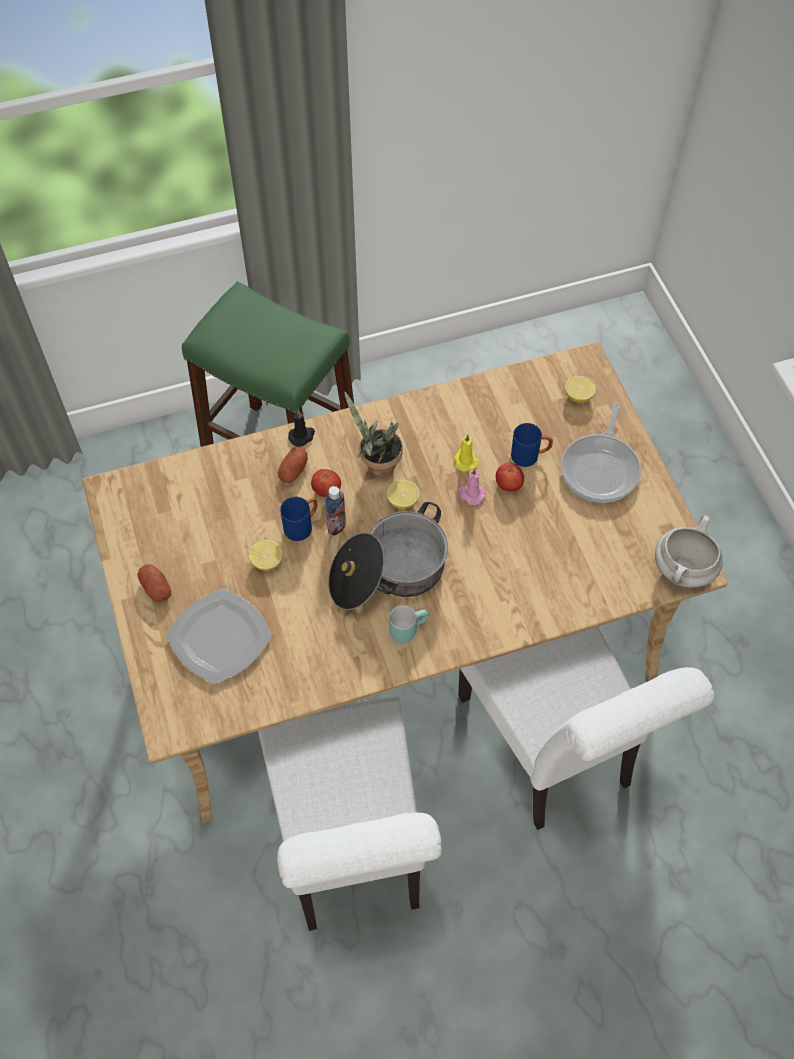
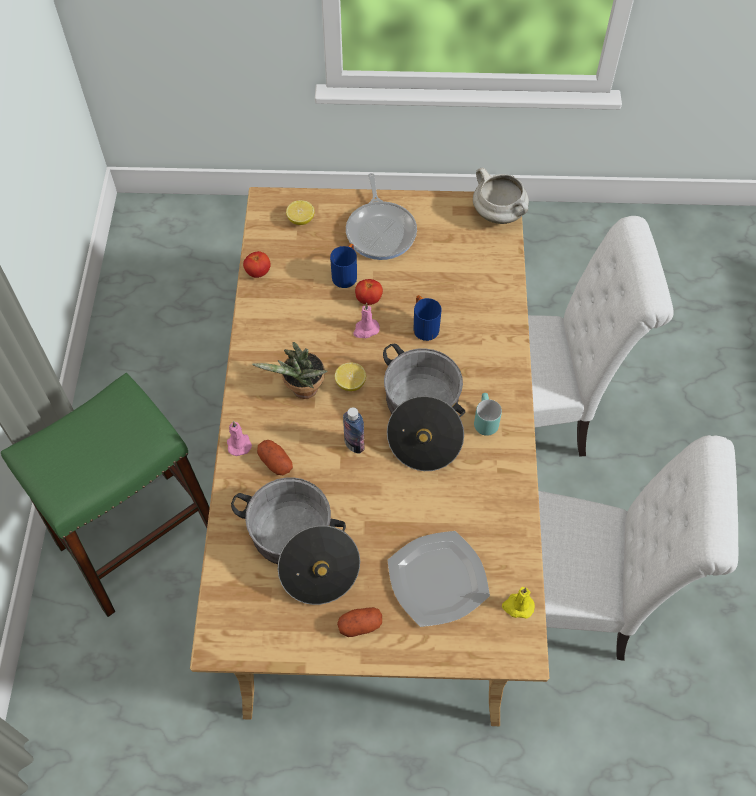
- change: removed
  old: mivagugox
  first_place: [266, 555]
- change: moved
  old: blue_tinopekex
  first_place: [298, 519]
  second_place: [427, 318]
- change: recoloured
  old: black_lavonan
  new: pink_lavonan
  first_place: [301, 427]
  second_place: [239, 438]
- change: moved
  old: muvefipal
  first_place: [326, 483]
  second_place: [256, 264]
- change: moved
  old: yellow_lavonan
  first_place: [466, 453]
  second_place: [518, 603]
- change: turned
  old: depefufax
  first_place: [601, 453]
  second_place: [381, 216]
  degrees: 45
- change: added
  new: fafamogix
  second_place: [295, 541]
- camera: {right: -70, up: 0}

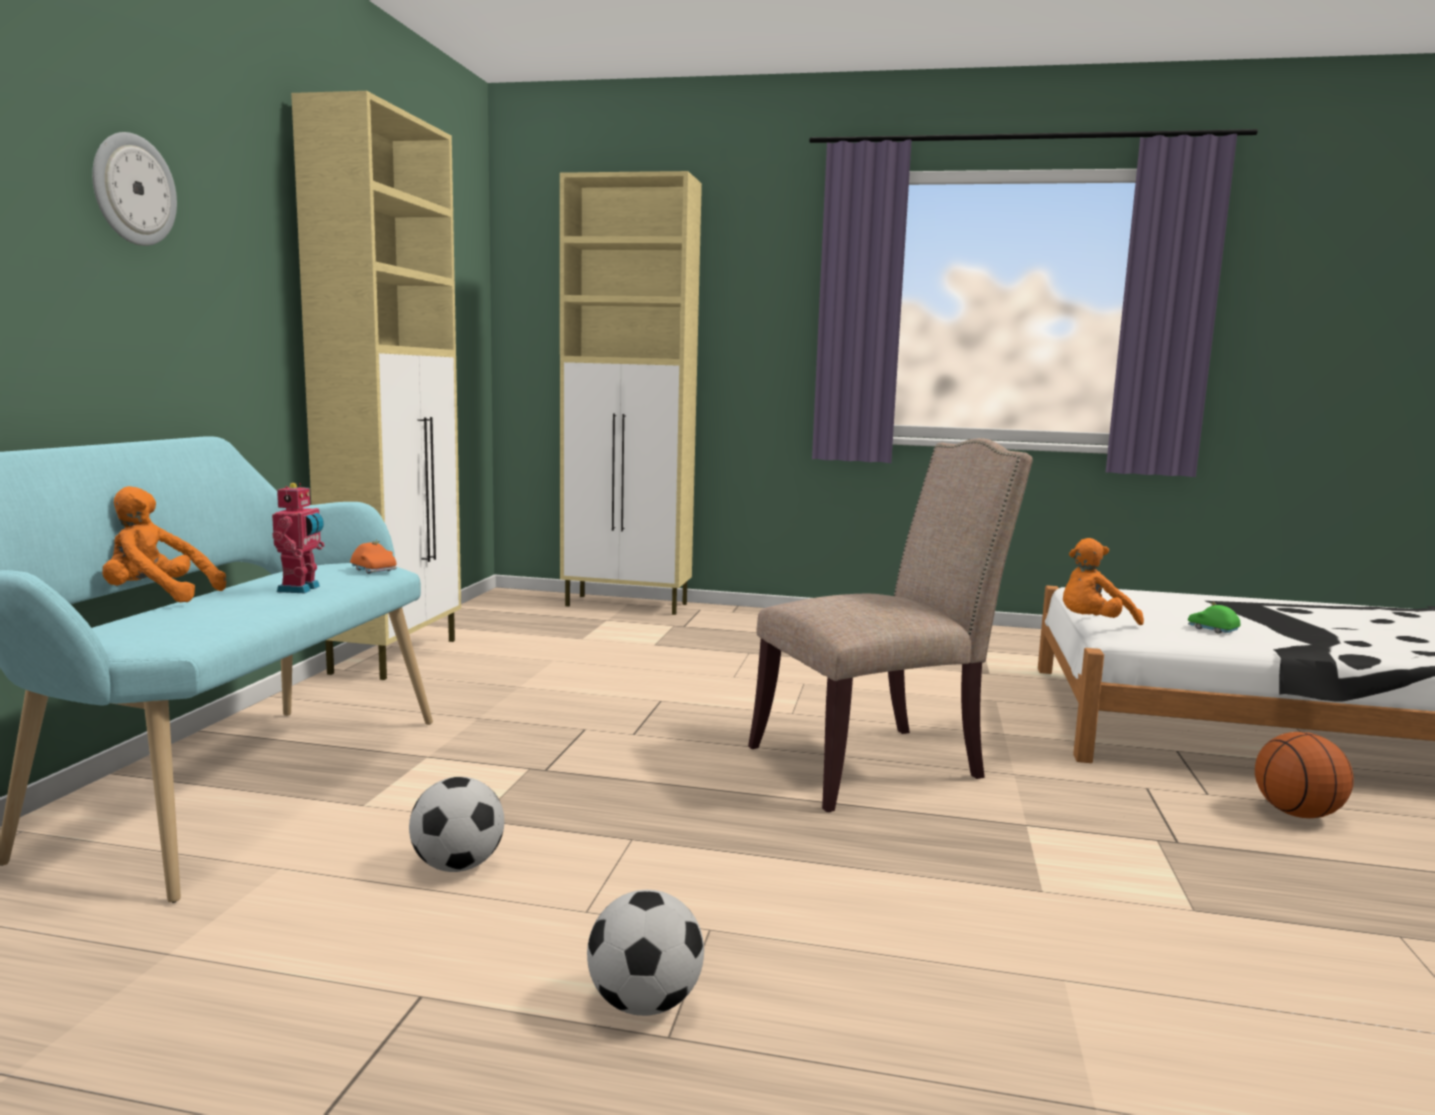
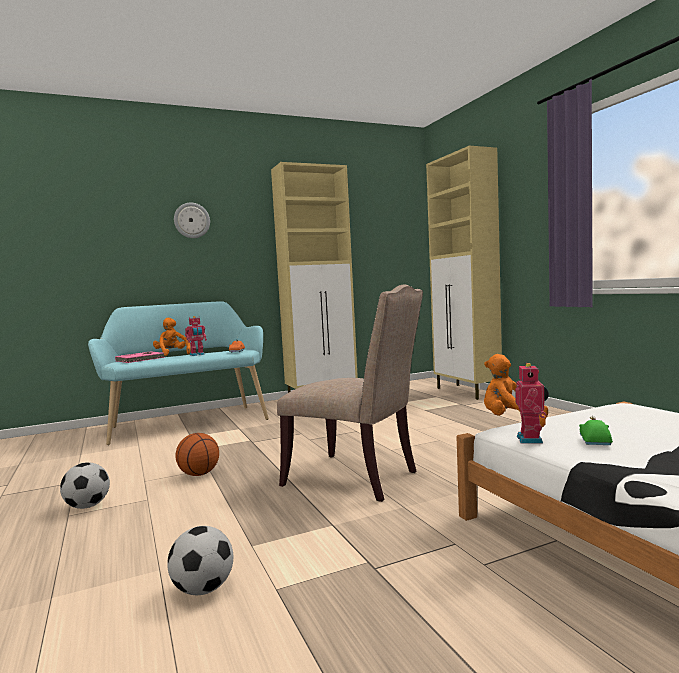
- change: moved
  old: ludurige
  first_place: [456, 824]
  second_place: [200, 560]
- change: moved
  old: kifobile
  first_place: [1304, 775]
  second_place: [197, 454]
- change: added
  new: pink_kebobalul
  second_place: [140, 357]
- change: added
  new: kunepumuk
  second_place: [532, 403]
- camera: {right: 55, up: -5}

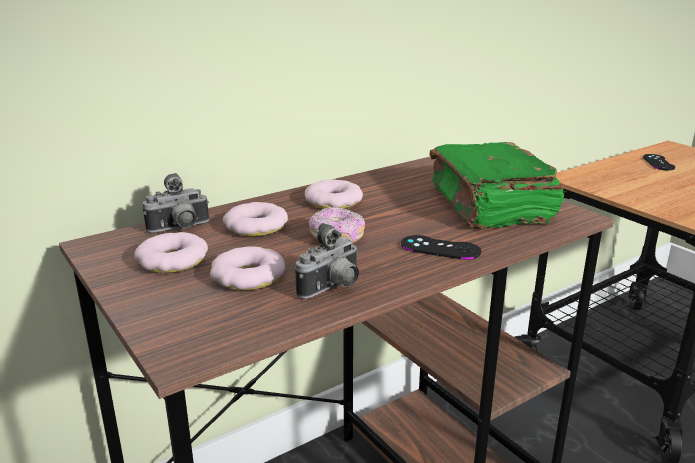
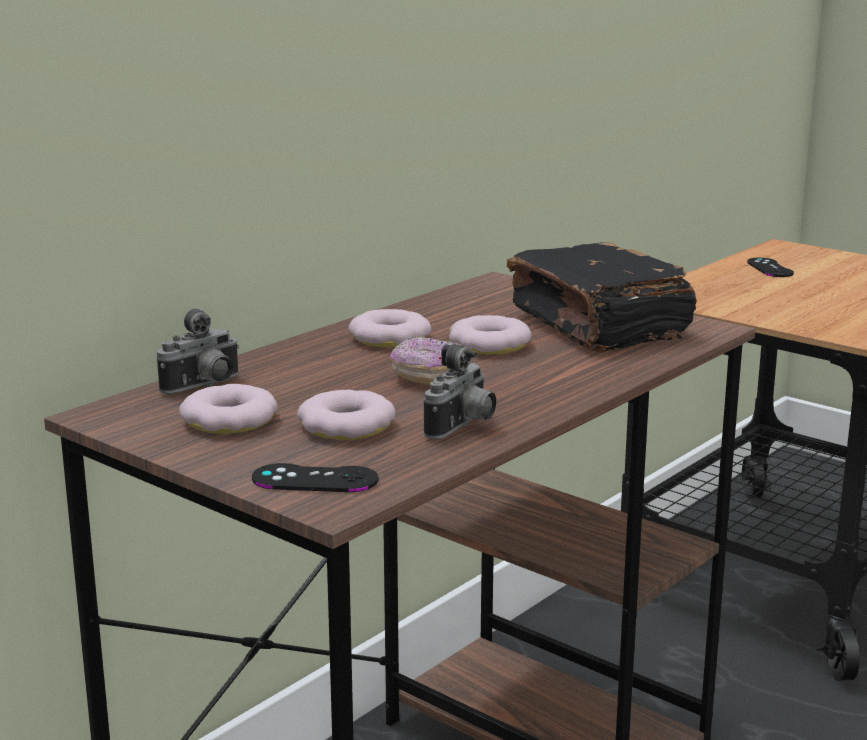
- change: moved
  old: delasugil
  first_place: [255, 219]
  second_place: [490, 334]
- change: moved
  old: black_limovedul
  first_place: [441, 247]
  second_place: [315, 477]
- change: recoloured
  old: green_kebobalul
  new: black_kebobalul
  first_place: [496, 186]
  second_place: [602, 297]
- camera: {right: -15, up: -5}

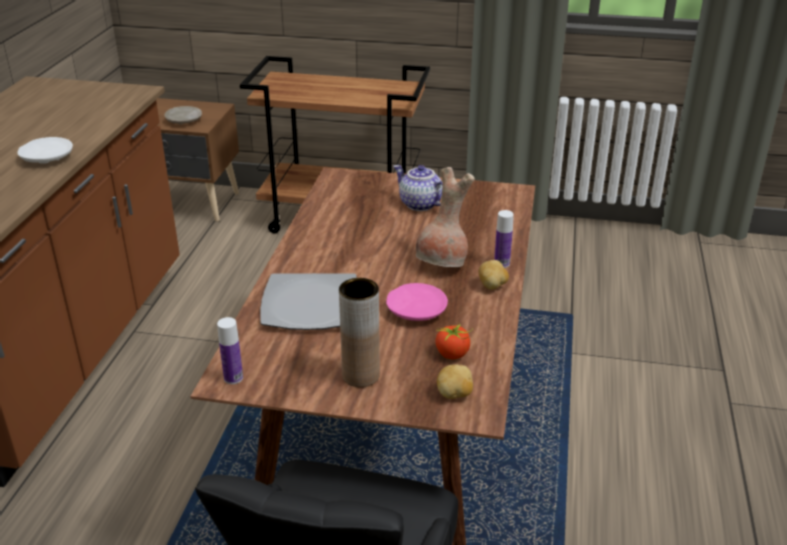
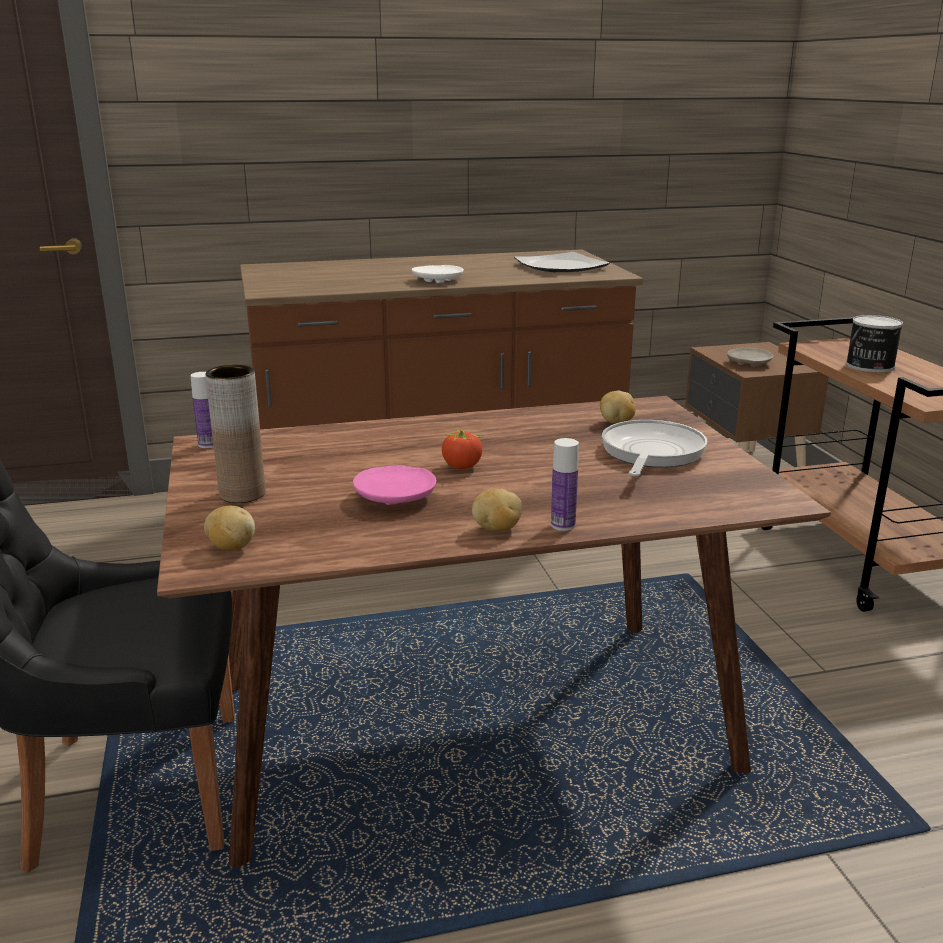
- change: moved
  old: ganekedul
  first_place: [308, 301]
  second_place: [562, 262]
- change: replaced
  old: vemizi
  new: depefufax
  first_place: [418, 188]
  second_place: [654, 448]
- change: removed
  old: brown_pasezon
  first_place: [445, 217]
- change: moved
  old: muvefipal
  first_place: [454, 341]
  second_place: [462, 448]
- change: added
  new: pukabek
  second_place: [617, 406]
- change: added
  new: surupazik
  second_place: [874, 343]
- camera: {right: 65, up: -10}

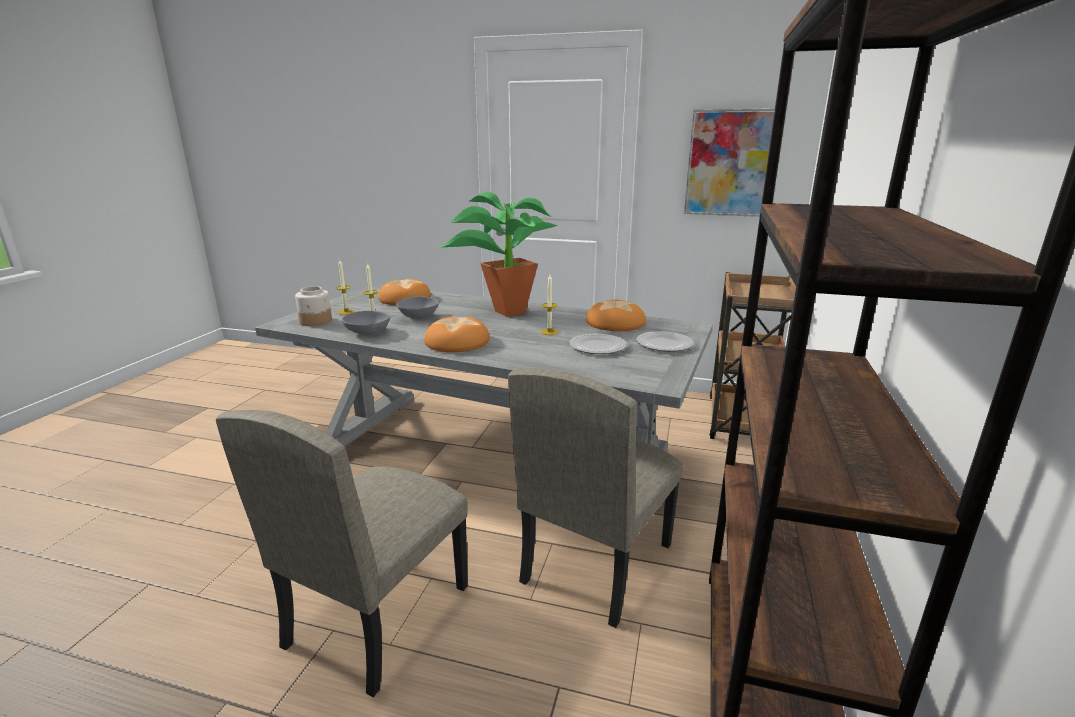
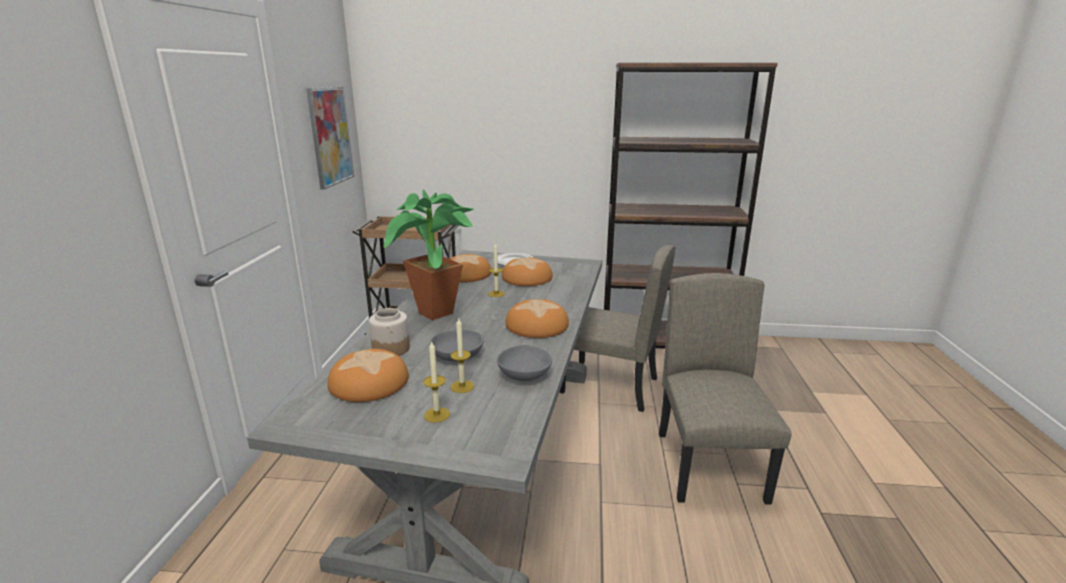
- change: turned
  old: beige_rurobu
  first_place: [342, 553]
  second_place: [725, 389]
  degrees: -105
- change: moved
  old: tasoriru
  first_place: [313, 306]
  second_place: [389, 332]
- change: replaced
  old: ganekedul
  new: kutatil
  first_place: [598, 344]
  second_place: [527, 271]
- camera: {right: -100, up: 0}

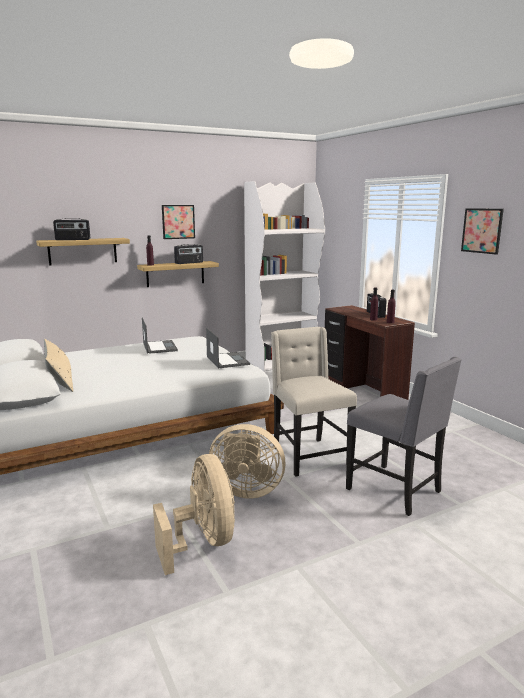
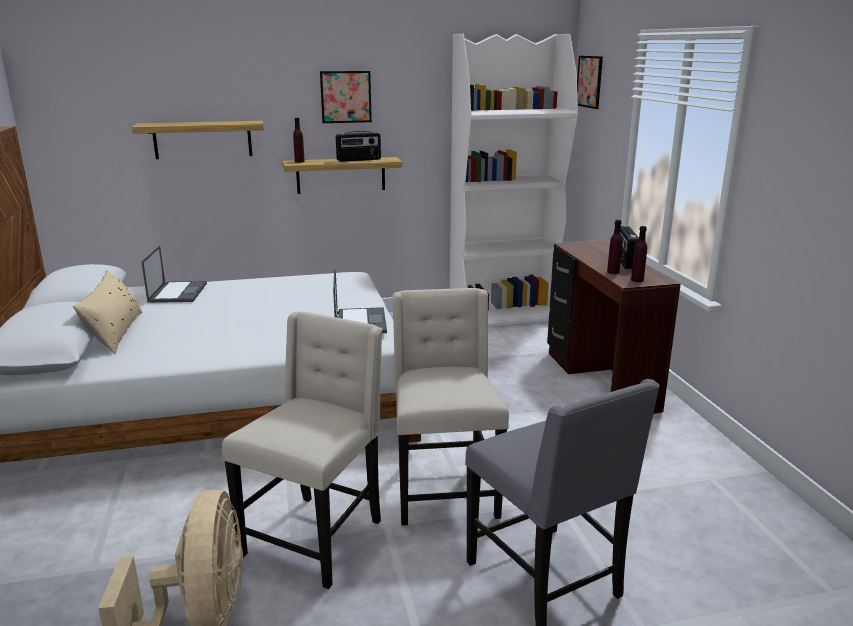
- change: removed
  old: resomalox
  first_place: [71, 229]
- change: moved
  old: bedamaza
  first_place: [160, 336]
  second_place: [174, 274]
- change: replaced
  old: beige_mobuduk
  new: beige_rurobu
  first_place: [247, 461]
  second_place: [302, 450]
- change: moved
  old: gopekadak
  first_place: [482, 231]
  second_place: [590, 82]
- camera: {right: 15, up: 5}

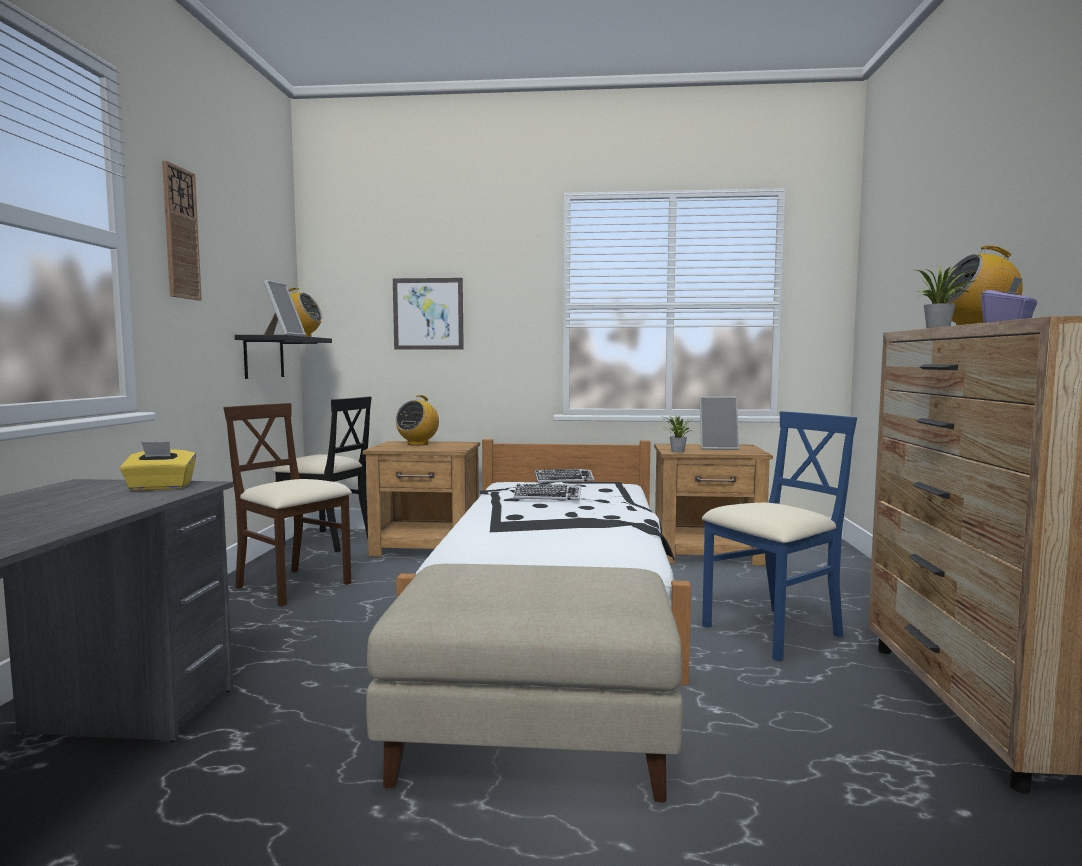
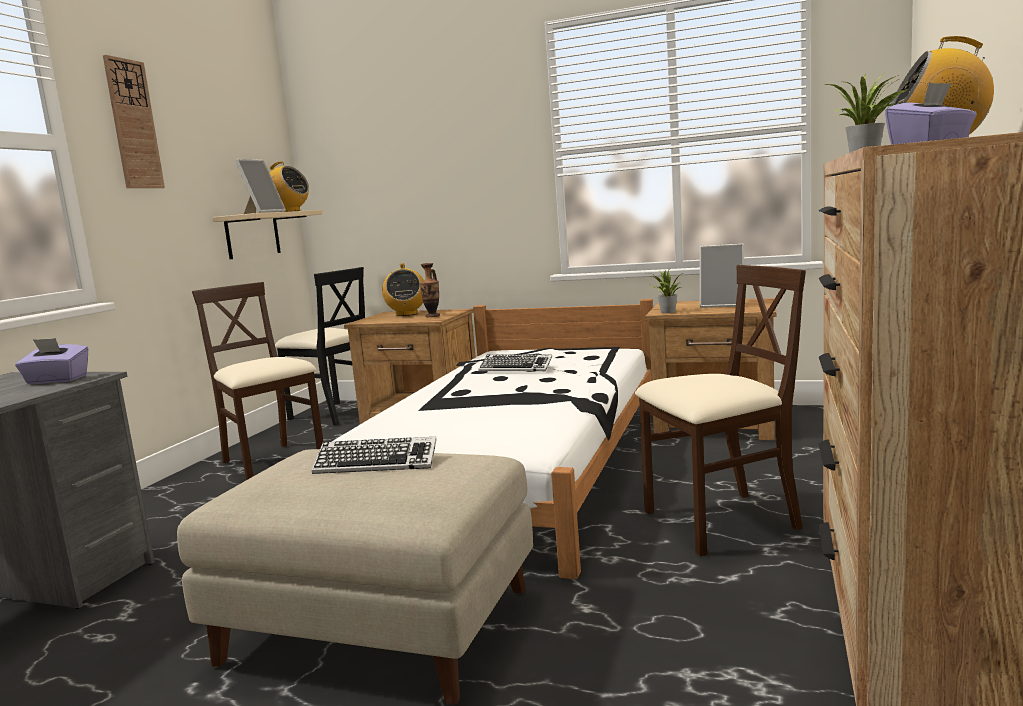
- change: recoloured
  old: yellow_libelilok
  new: purple_libelilok
  first_place: [158, 466]
  second_place: [51, 361]
- change: recoloured
  old: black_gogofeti
  new: beige_gogofeti
  first_place: [283, 357]
  second_place: [267, 234]
- change: removed
  old: gopekadak
  first_place: [428, 314]
- change: turned
  old: resomalox
  first_place: [417, 420]
  second_place: [403, 289]
  degrees: -45
- change: moved
  old: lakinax
  first_place: [564, 476]
  second_place: [374, 455]
- change: recoloured
  old: blue_rurobu
  new: beige_rurobu
  first_place: [779, 536]
  second_place: [720, 411]
- change: added
  new: pasezon
  second_place: [430, 290]
- camera: {right: 15, up: 5}

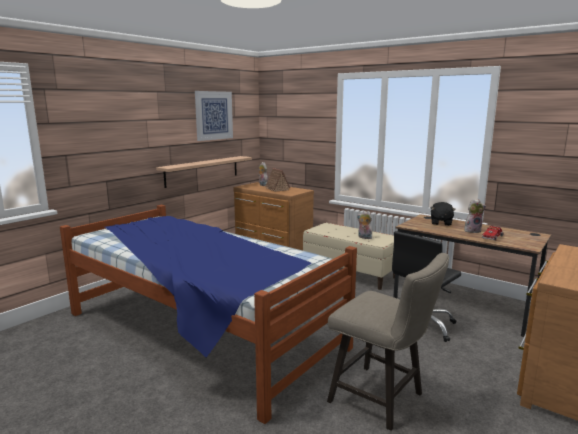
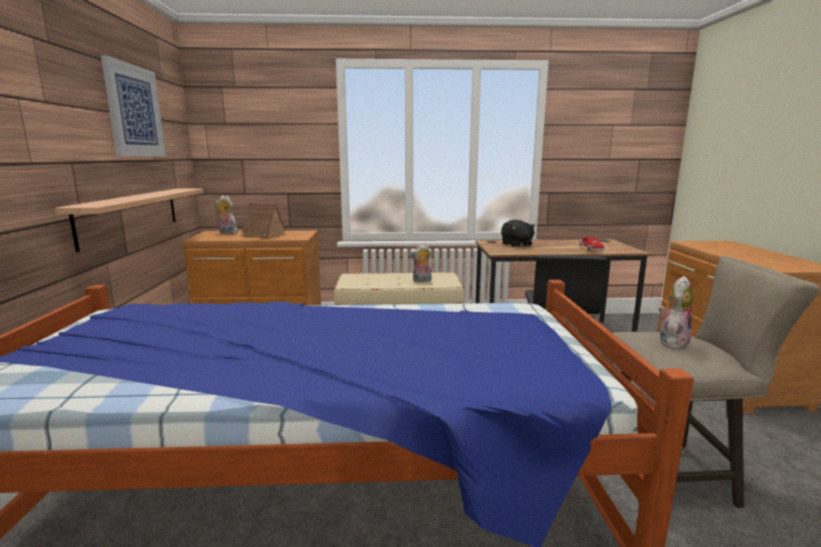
- change: moved
  old: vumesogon
  first_place: [475, 216]
  second_place: [676, 312]
- camera: {right: -40, up: 0}

